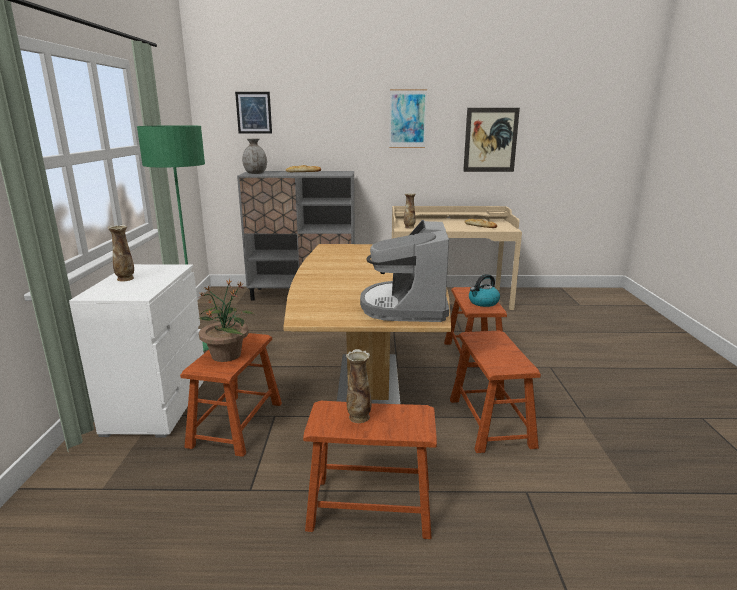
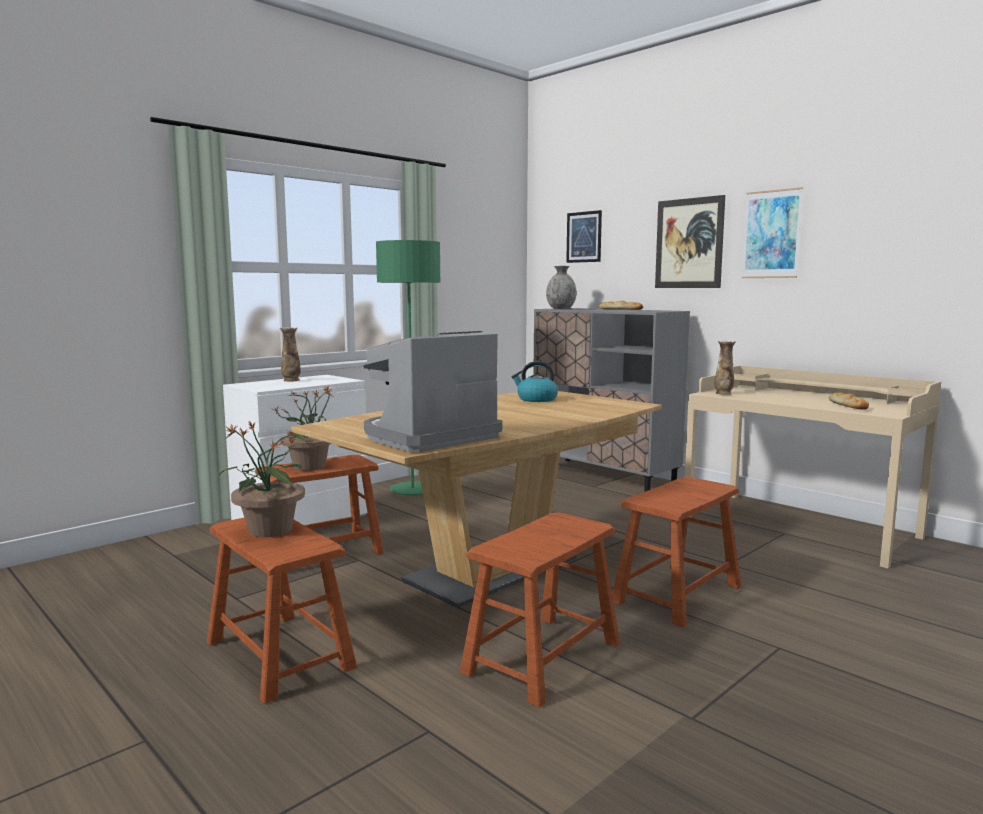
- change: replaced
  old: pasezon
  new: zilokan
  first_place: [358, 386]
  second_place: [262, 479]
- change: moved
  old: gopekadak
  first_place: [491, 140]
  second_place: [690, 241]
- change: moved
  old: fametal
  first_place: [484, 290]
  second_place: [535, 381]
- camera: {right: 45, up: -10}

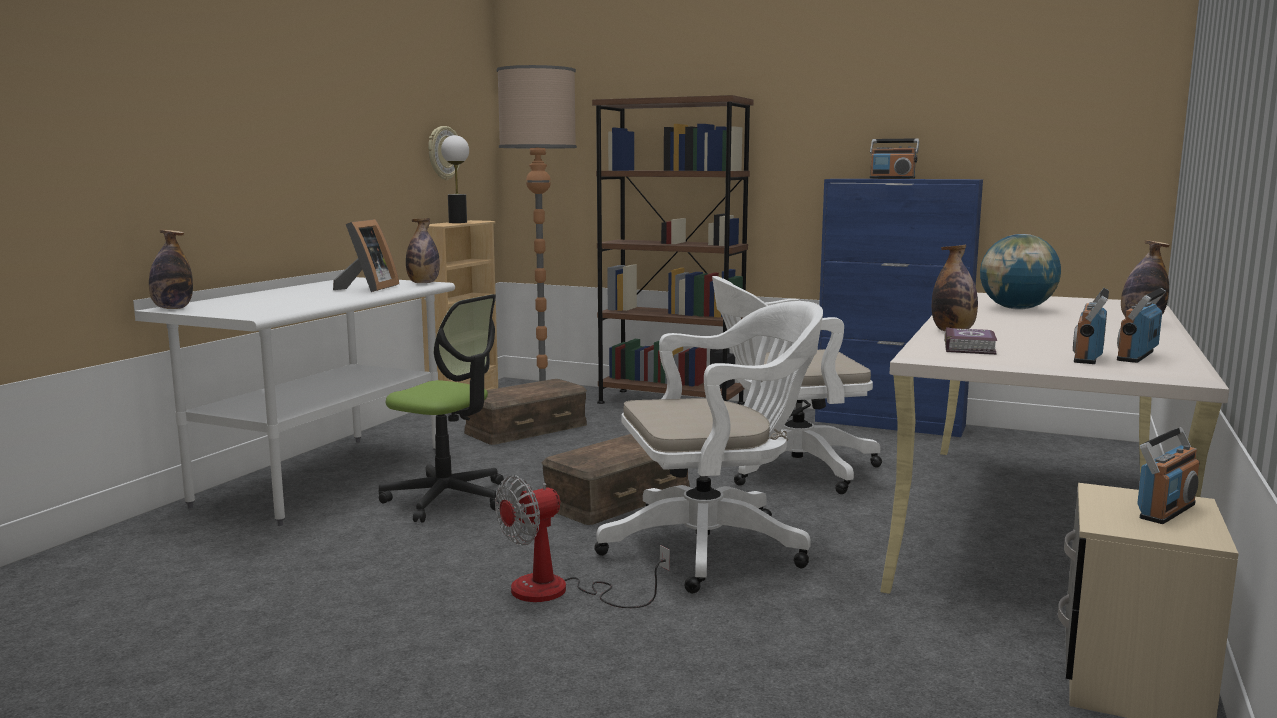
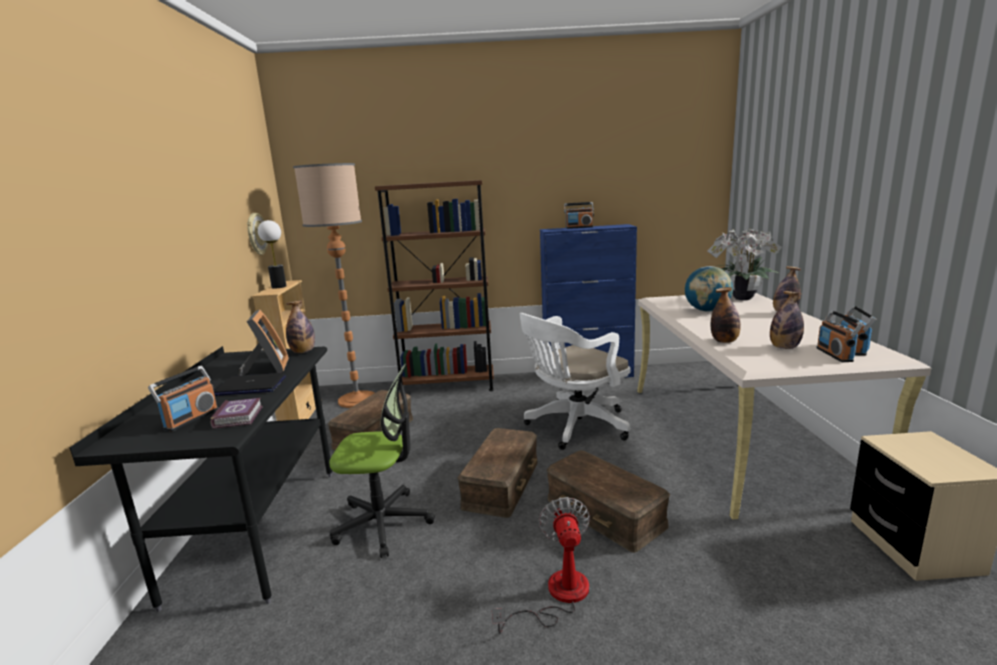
- change: recoloured
  old: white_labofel
  new: black_labofel
  first_place: [294, 398]
  second_place: [201, 479]
- change: moved
  old: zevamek
  first_place: [171, 269]
  second_place: [787, 320]
- change: turned
  old: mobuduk
  first_place: [582, 542]
  second_place: [541, 565]
  degrees: 150
- change: replaced
  old: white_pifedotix
  new: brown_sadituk
  first_place: [709, 447]
  second_place: [608, 501]
- change: moved
  old: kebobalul
  first_place: [970, 341]
  second_place: [237, 413]
- change: moved
  old: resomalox
  first_place: [1168, 475]
  second_place: [183, 399]
- change: added
  new: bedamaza
  second_place: [250, 384]
- change: added
  new: zilokan
  second_place: [745, 264]
- camera: {right: -25, up: 5}

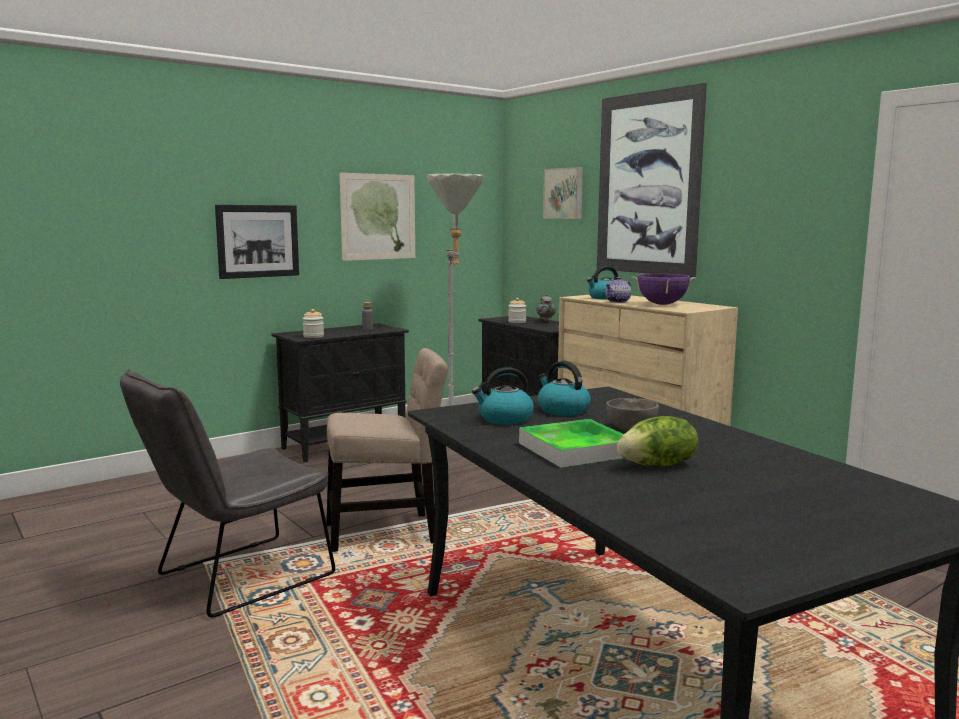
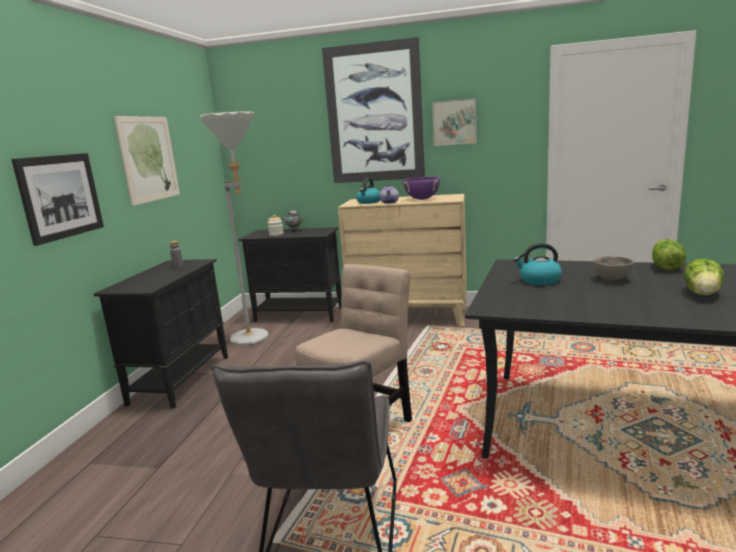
- change: removed
  old: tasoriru
  first_place: [313, 323]
- change: removed
  old: fametal
  first_place: [503, 396]
- change: removed
  old: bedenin
  first_place: [571, 443]
- change: moved
  old: gopekadak
  first_place: [563, 193]
  second_place: [454, 122]
- change: added
  new: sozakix
  second_place: [669, 254]
- camera: {right: -40, up: 5}

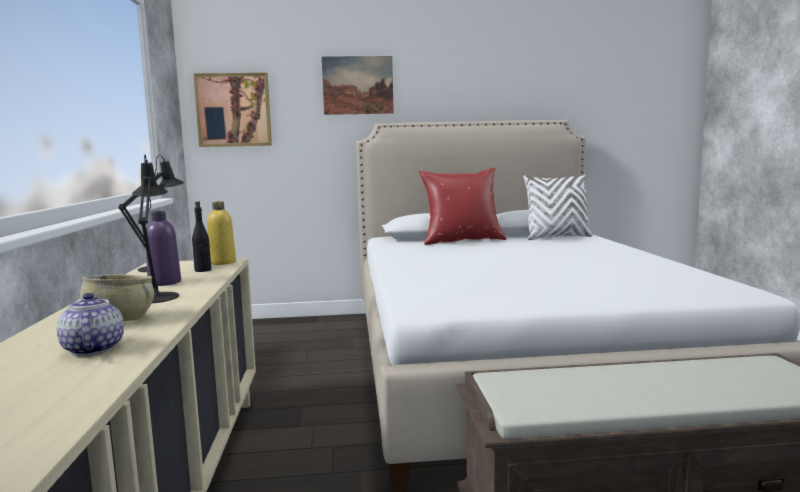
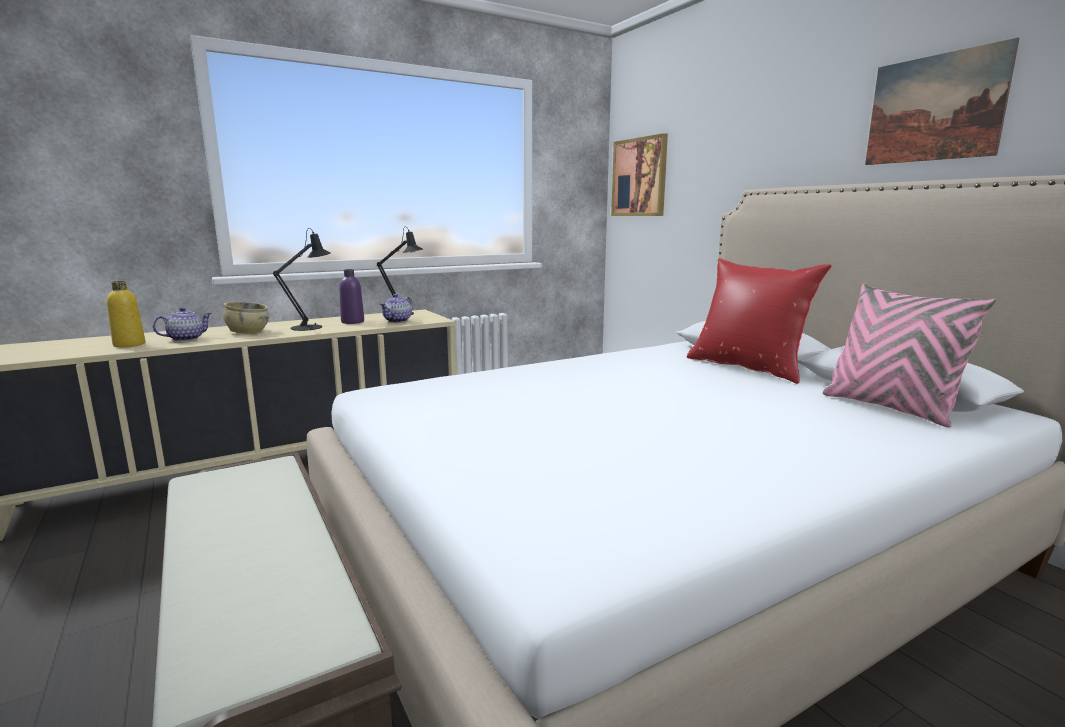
- change: replaced
  old: black_zevamek
  new: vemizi
  first_place: [201, 236]
  second_place: [396, 308]
- change: moved
  old: yellow_zevamek
  first_place: [221, 233]
  second_place: [126, 314]
- change: moved
  old: gopekadak
  first_place: [358, 85]
  second_place: [942, 101]
- change: recoloured
  old: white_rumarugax
  new: pink_rumarugax
  first_place: [558, 207]
  second_place: [909, 356]
- camera: {right: 65, up: 5}

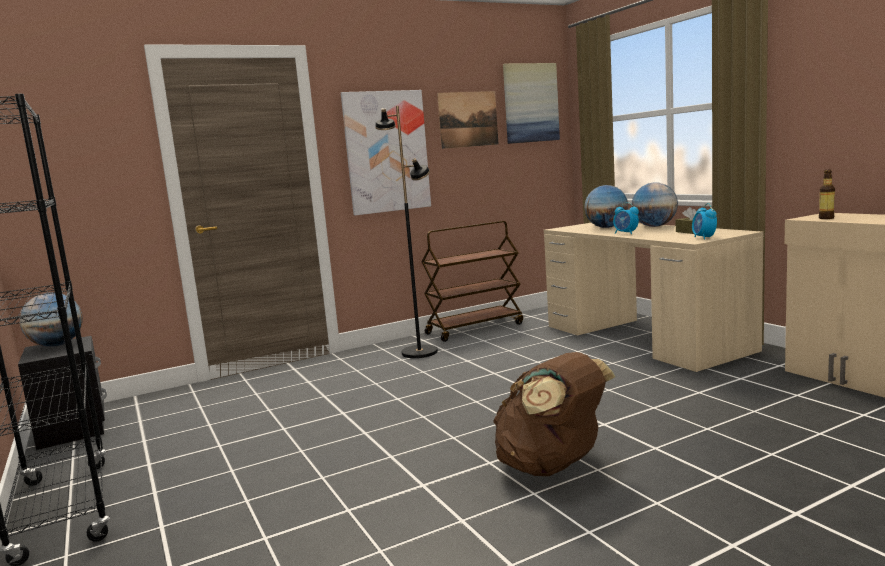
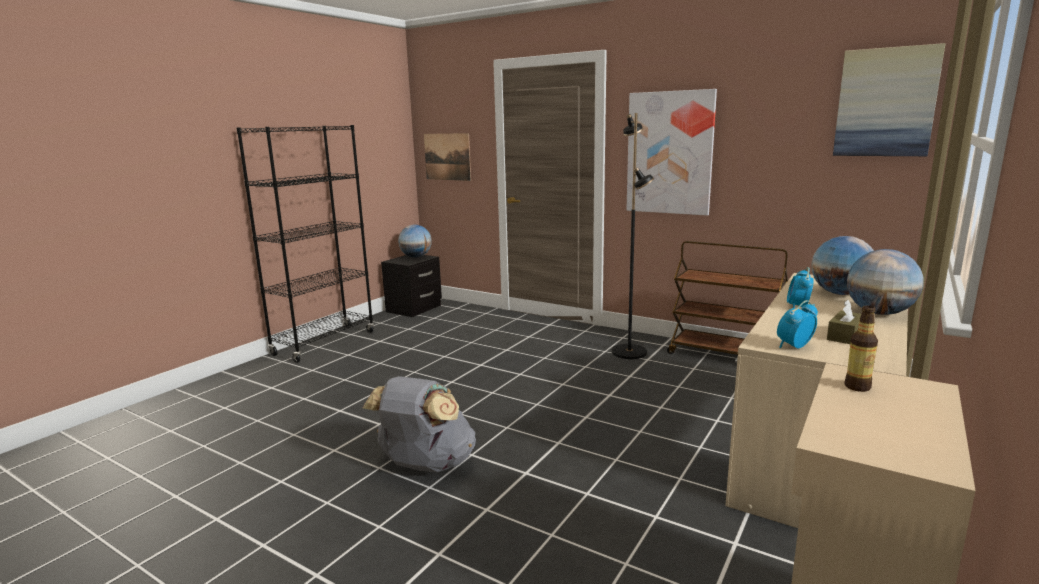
- change: moved
  old: gopekadak
  first_place: [467, 120]
  second_place: [447, 157]
- change: recoloured
  old: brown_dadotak
  new: grey_dadotak
  first_place: [554, 414]
  second_place: [419, 424]
- camera: {right: 60, up: 5}

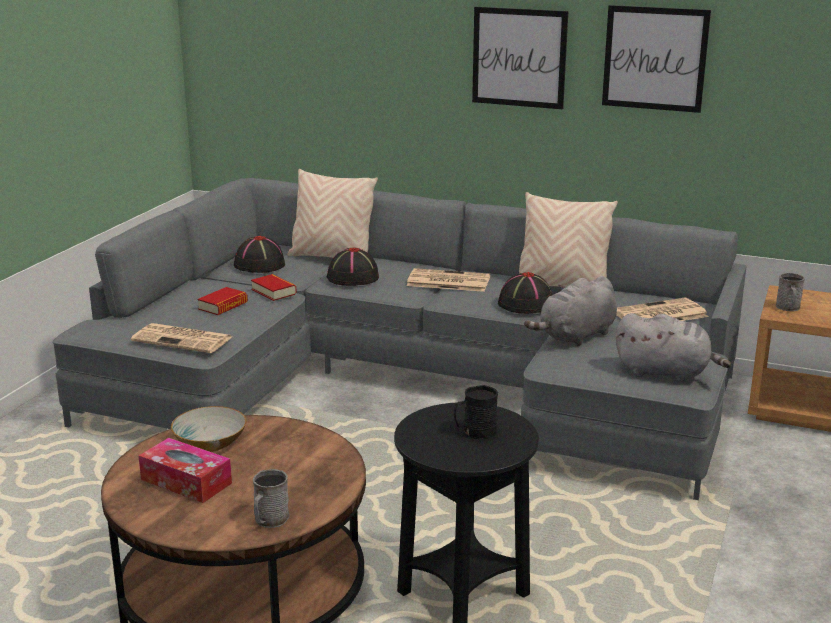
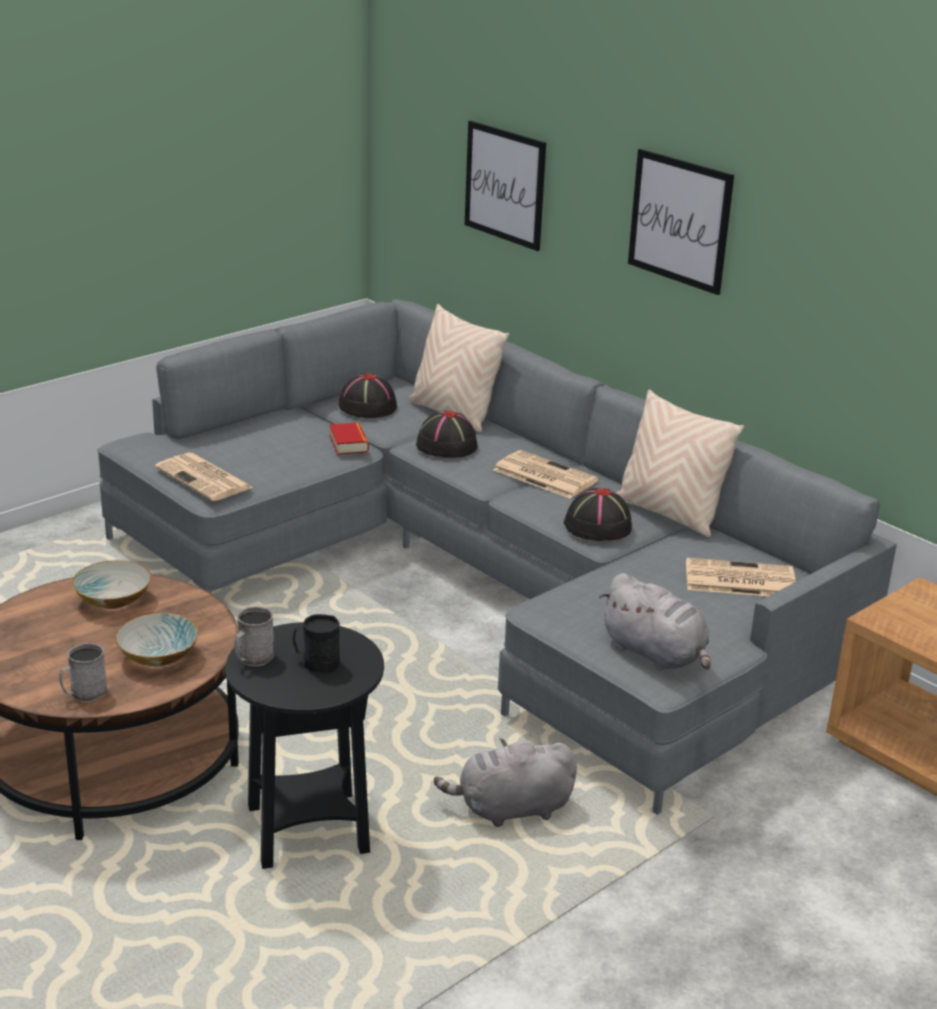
- change: removed
  old: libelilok
  first_place: [185, 470]
- change: removed
  old: kebobalul
  first_place: [223, 301]
- change: moved
  old: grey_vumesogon
  first_place: [570, 311]
  second_place: [505, 782]
- change: moved
  old: gopekadak
  first_place: [656, 59]
  second_place: [505, 185]
- change: moved
  old: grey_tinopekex
  first_place: [790, 292]
  second_place: [254, 636]
- change: added
  new: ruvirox
  second_place: [157, 639]
- camera: {right: 25, up: 5}

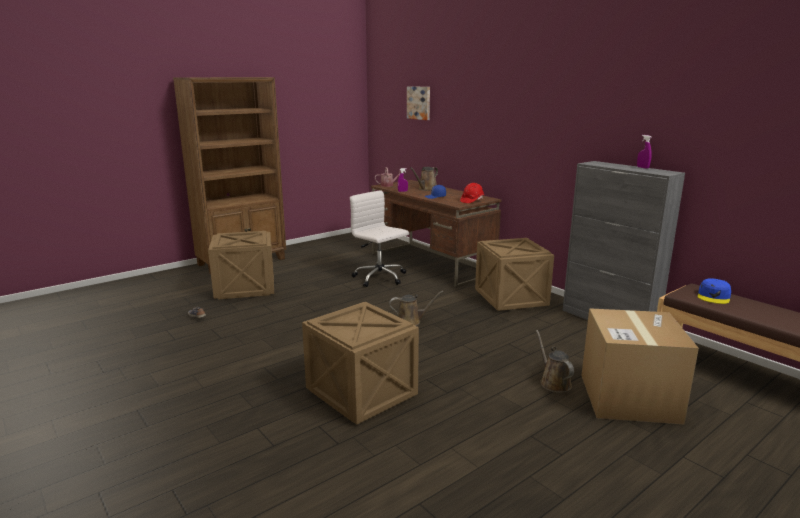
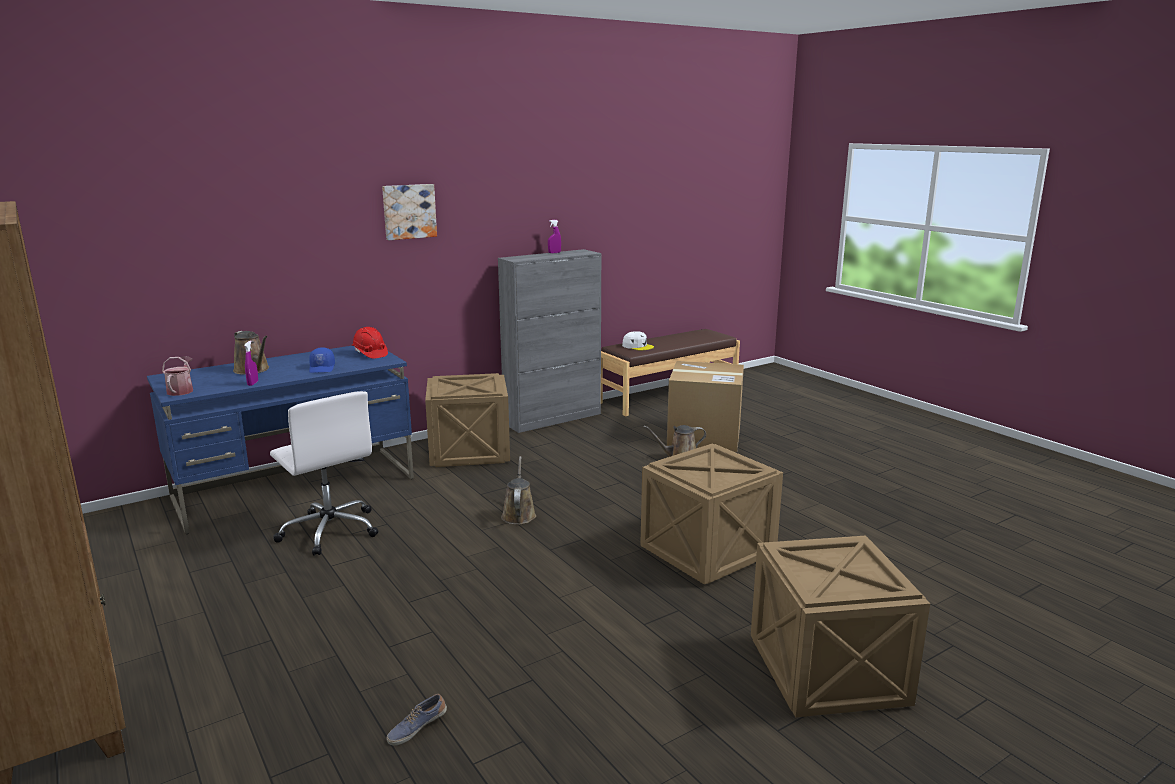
- change: moved
  old: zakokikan
  first_place: [241, 265]
  second_place: [840, 626]
- change: turned
  old: white_pifedotix
  first_place: [379, 239]
  second_place: [324, 473]
  degrees: -90
- change: recoloured
  old: brown_labofel
  new: blue_labofel
  first_place: [436, 234]
  second_place: [280, 440]
- change: moved
  old: gopekadak
  first_place: [418, 103]
  second_place: [409, 212]
- change: recoloured
  old: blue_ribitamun
  new: white_ribitamun
  first_place: [714, 291]
  second_place: [638, 340]
- camera: {right: -85, up: 0}

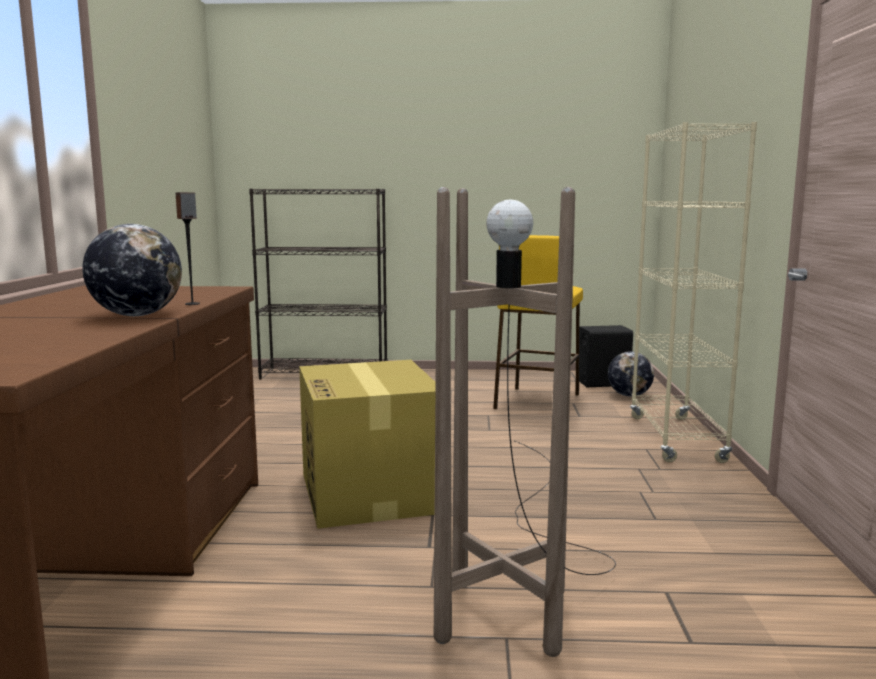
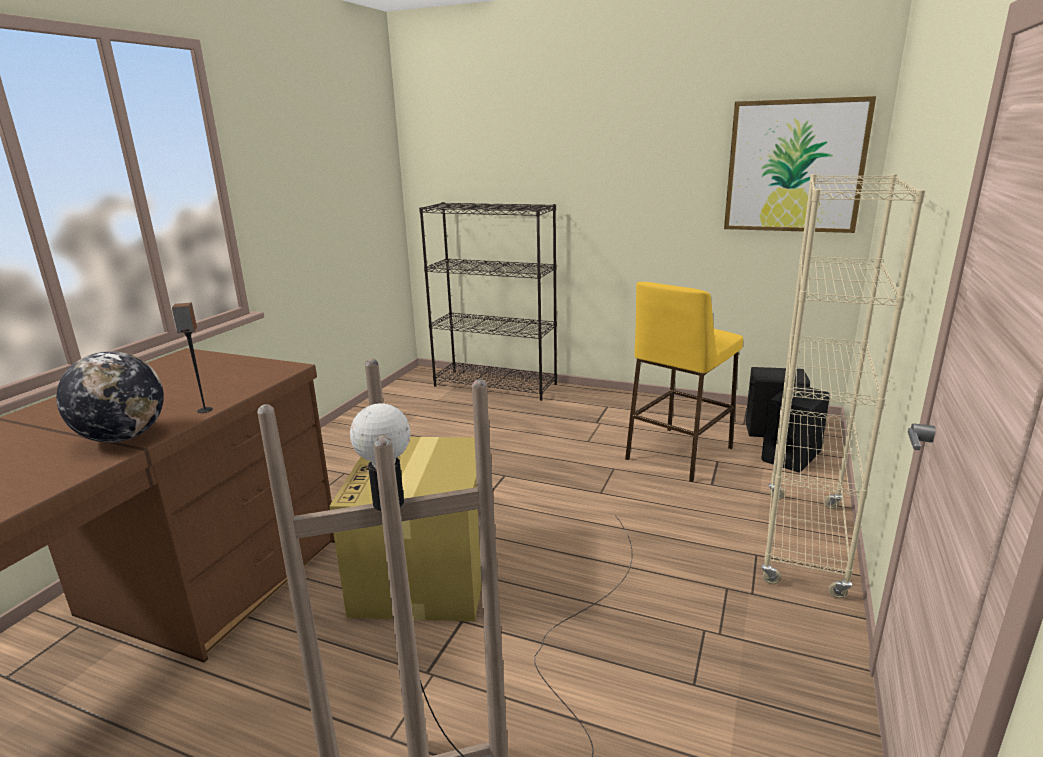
- change: replaced
  old: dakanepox
  new: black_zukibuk
  first_place: [631, 374]
  second_place: [795, 428]
- change: added
  new: gopekadak
  second_place: [800, 164]
- camera: {right: 20, up: 10}

